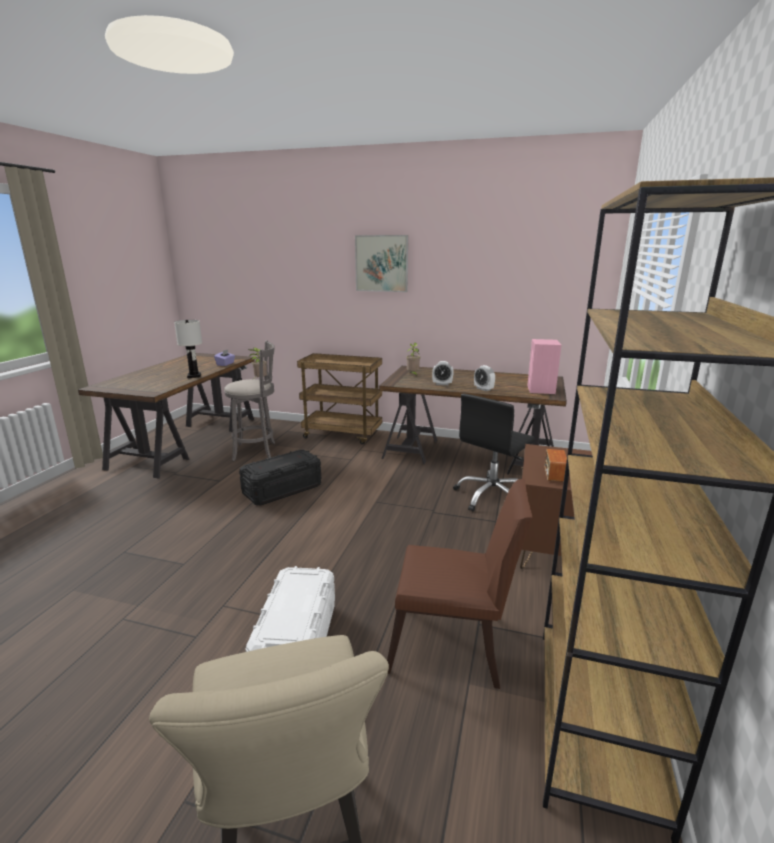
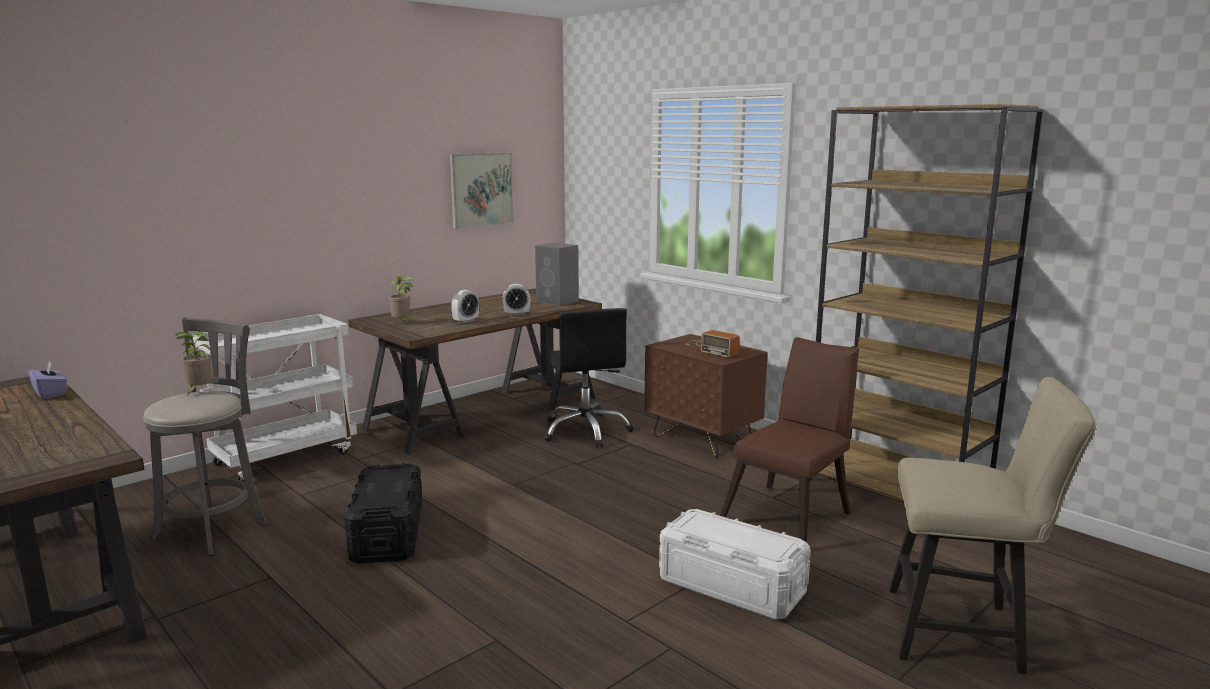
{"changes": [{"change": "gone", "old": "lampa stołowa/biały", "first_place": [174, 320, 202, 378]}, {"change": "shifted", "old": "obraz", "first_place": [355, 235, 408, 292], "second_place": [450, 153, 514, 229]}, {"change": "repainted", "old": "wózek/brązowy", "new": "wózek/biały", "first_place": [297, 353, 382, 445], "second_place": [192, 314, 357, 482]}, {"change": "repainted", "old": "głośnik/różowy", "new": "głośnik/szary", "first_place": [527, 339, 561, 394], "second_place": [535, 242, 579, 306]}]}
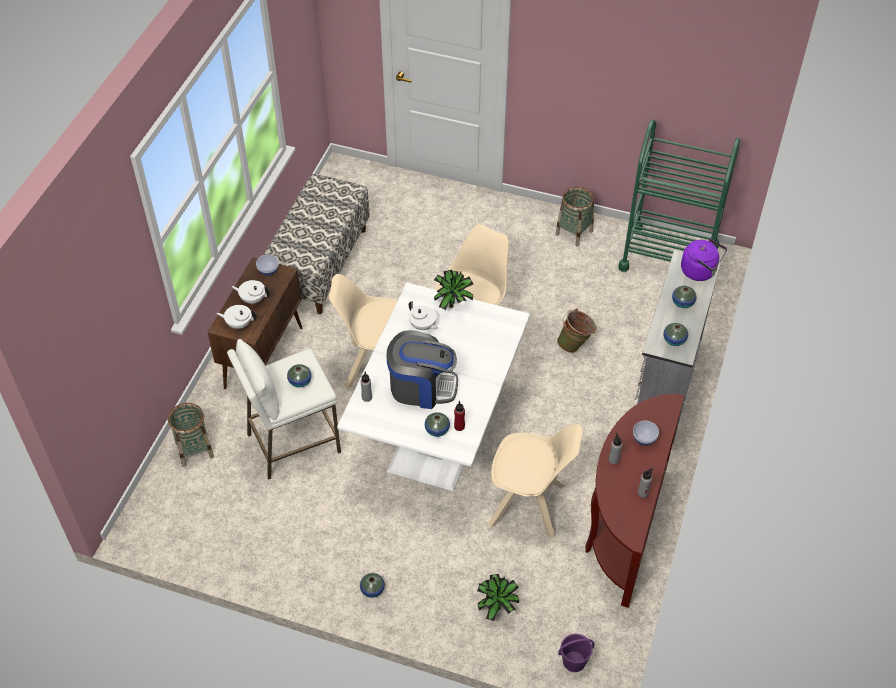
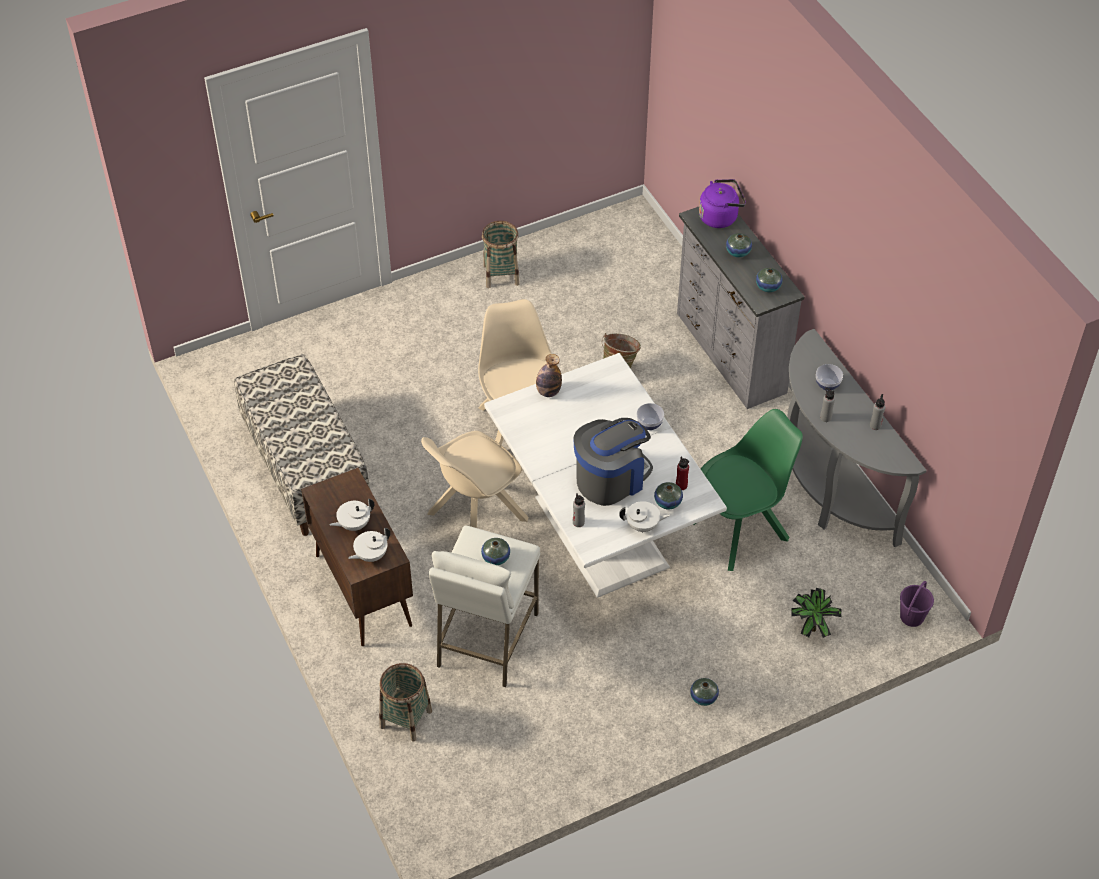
{"changes": [{"change": "gone", "old": "wózek/zielony", "first_place": [618, 119, 740, 272]}, {"change": "shifted", "old": "miska", "first_place": [256, 254, 279, 276], "second_place": [637, 403, 664, 430]}, {"change": "shifted", "old": "imbryk/biały", "first_place": [409, 301, 438, 330], "second_place": [619, 501, 670, 533]}, {"change": "swapped", "old": "roślina doniczkowa", "new": "butelka", "first_place": [434, 270, 473, 310], "second_place": [536, 354, 562, 397]}, {"change": "repainted", "old": "krzesło/beżowy", "new": "krzesło/zielony", "first_place": [488, 424, 583, 539], "second_place": [693, 409, 803, 571]}, {"change": "repainted", "old": "stolik konsolowy/brązowy", "new": "stolik konsolowy/szary", "first_place": [585, 394, 684, 608], "second_place": [787, 329, 927, 547]}]}
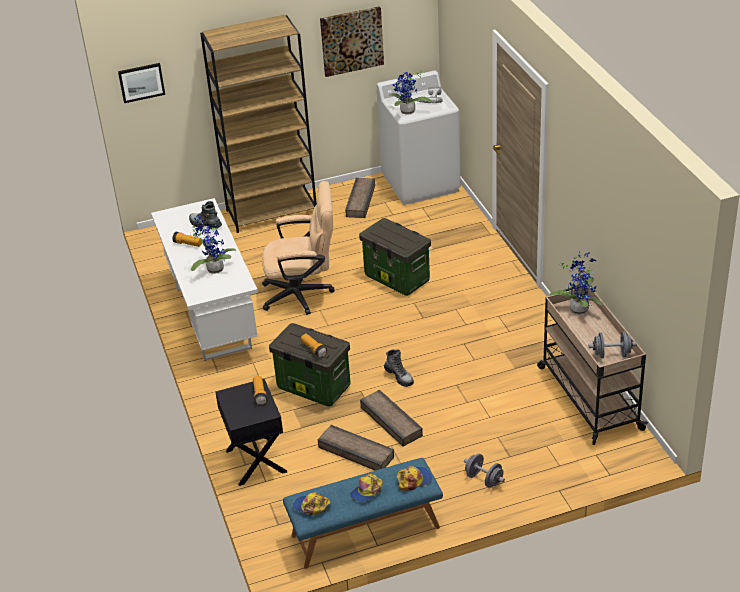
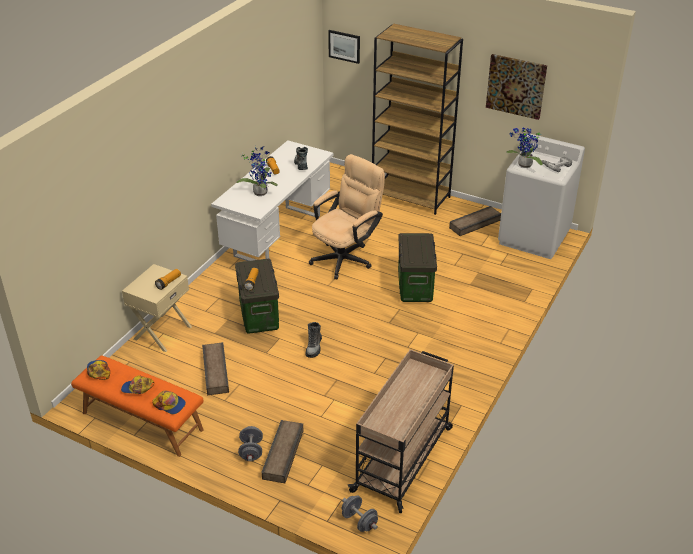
{"changes": [{"change": "gone", "old": "roślina doniczkowa", "first_place": [550, 251, 603, 315]}, {"change": "shifted", "old": "skrzynka", "first_place": [360, 389, 423, 447], "second_place": [261, 420, 303, 483]}, {"change": "shifted", "old": "hantel/szary", "first_place": [588, 332, 637, 358], "second_place": [342, 495, 378, 532]}, {"change": "repainted", "old": "szafka nocna/czarny", "new": "szafka nocna/beżowy", "first_place": [215, 379, 287, 486], "second_place": [122, 264, 192, 352]}, {"change": "repainted", "old": "ławka/niebieski", "new": "ławka/pomarańczowy", "first_place": [283, 458, 443, 569], "second_place": [71, 355, 204, 457]}, {"change": "rotated", "old": "krzesło biurowe/beżowy", "first_place": [262, 181, 334, 315], "second_place": [309, 154, 385, 279], "degrees": -90}]}
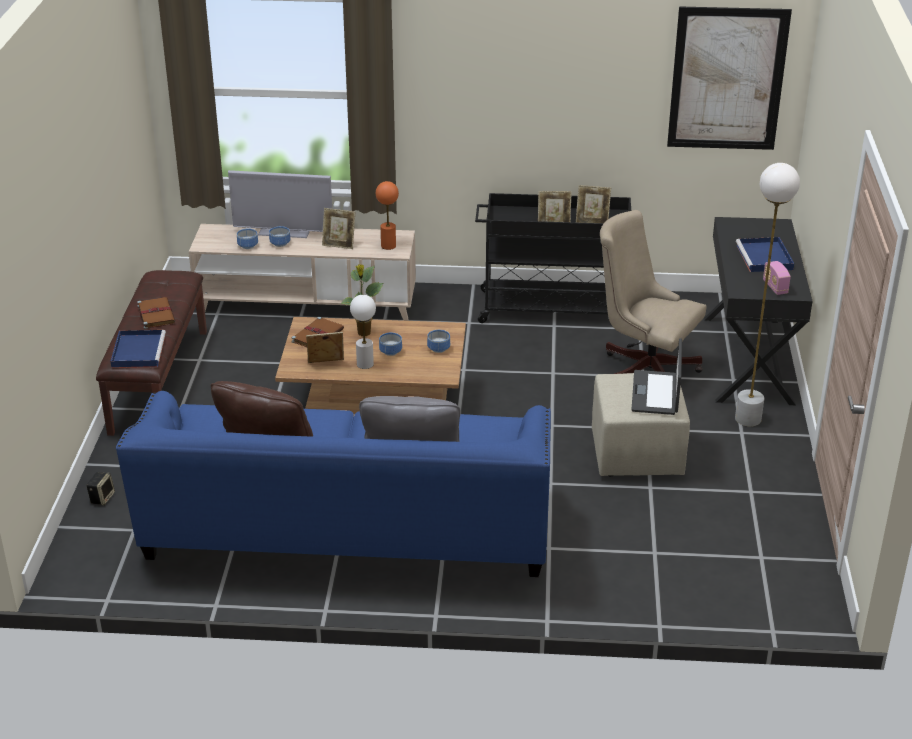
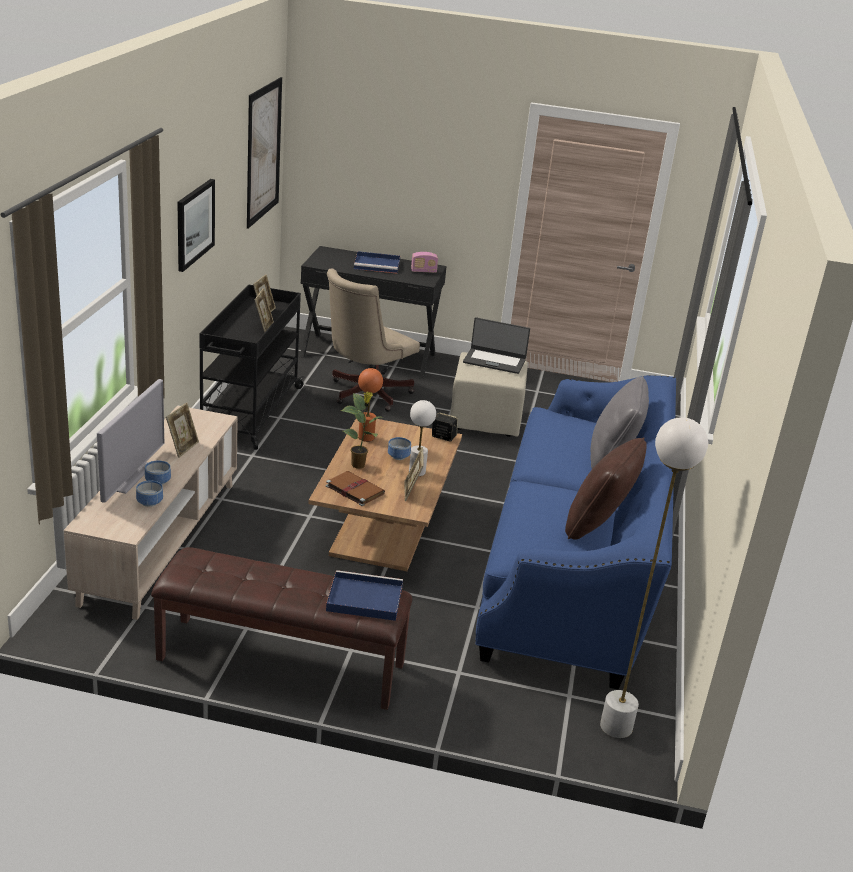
{"changes": [{"change": "gone", "old": "książka/brązowy", "first_place": [137, 297, 175, 329]}, {"change": "gone", "old": "miska", "first_place": [427, 330, 450, 353]}, {"change": "new", "new": "obraz", "second_place": [177, 179, 215, 272]}, {"change": "shifted", "old": "głośnik", "first_place": [86, 472, 115, 505], "second_place": [432, 412, 458, 441]}, {"change": "shifted", "old": "lampa stołowa/pomarańczowy", "first_place": [376, 181, 399, 250], "second_place": [358, 368, 383, 442]}, {"change": "shifted", "old": "lampa stojąca/biały", "first_place": [735, 163, 800, 427], "second_place": [600, 417, 708, 738]}]}
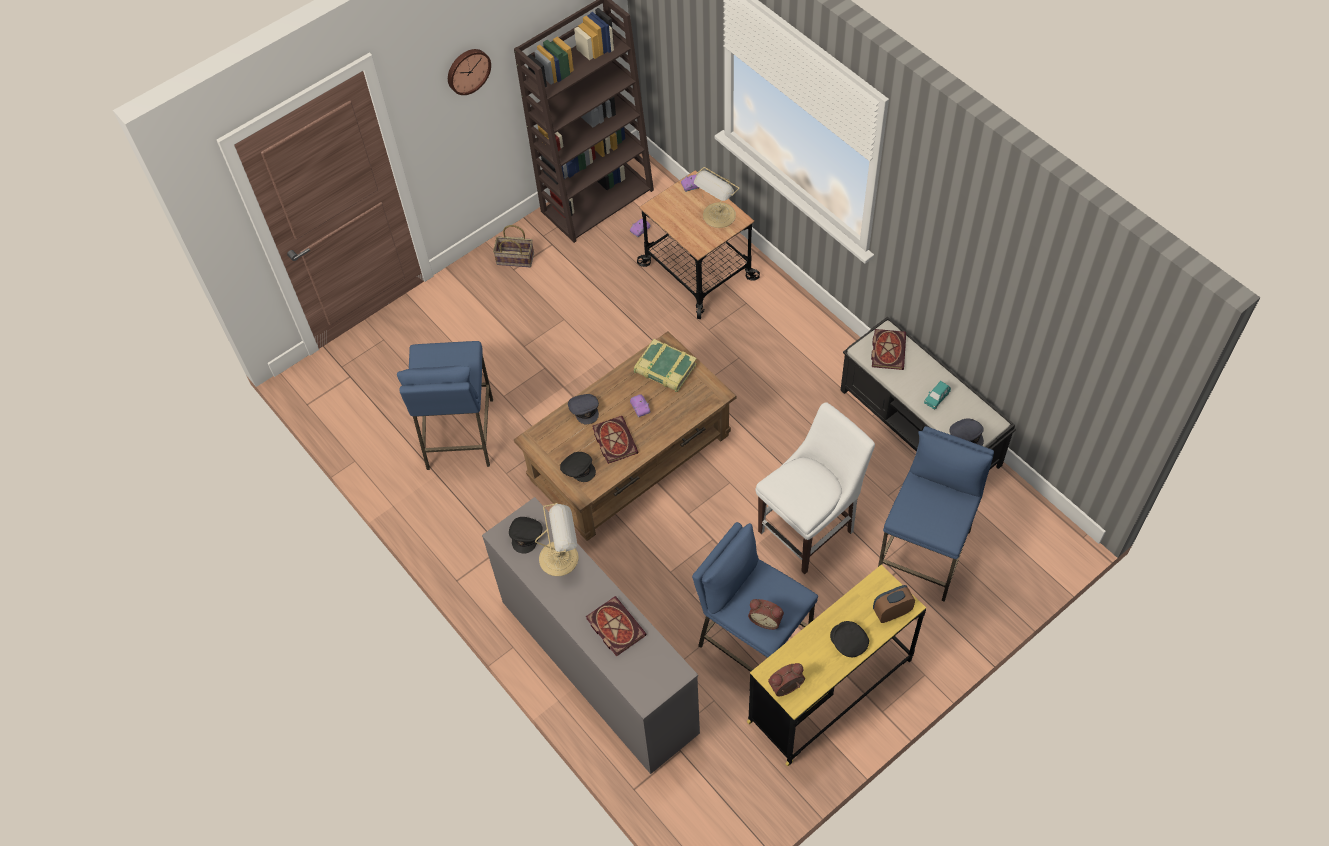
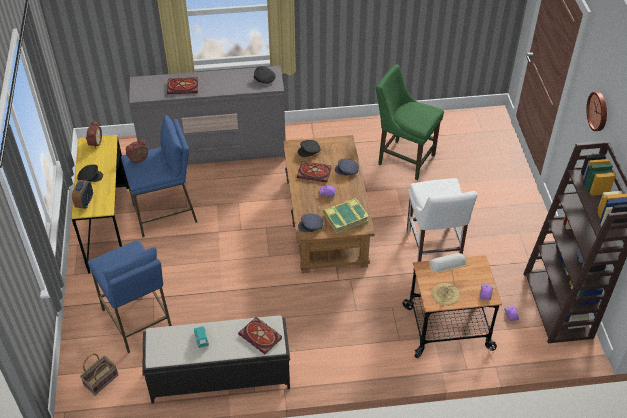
{"changes": [{"change": "gone", "old": "lampa stołowa", "first_place": [535, 503, 578, 576]}, {"change": "shifted", "old": "koszyk", "first_place": [493, 225, 534, 267], "second_place": [80, 353, 118, 395]}, {"change": "shifted", "old": "krzesło/biały", "first_place": [756, 402, 875, 574], "second_place": [407, 178, 477, 262]}, {"change": "shifted", "old": "czapka z daszkiem/szary", "first_place": [949, 418, 984, 446], "second_place": [298, 214, 323, 232]}, {"change": "swapped", "old": "stołek/niebieski", "new": "krzesło/zielony", "first_place": [397, 341, 493, 470], "second_place": [376, 64, 444, 180]}]}
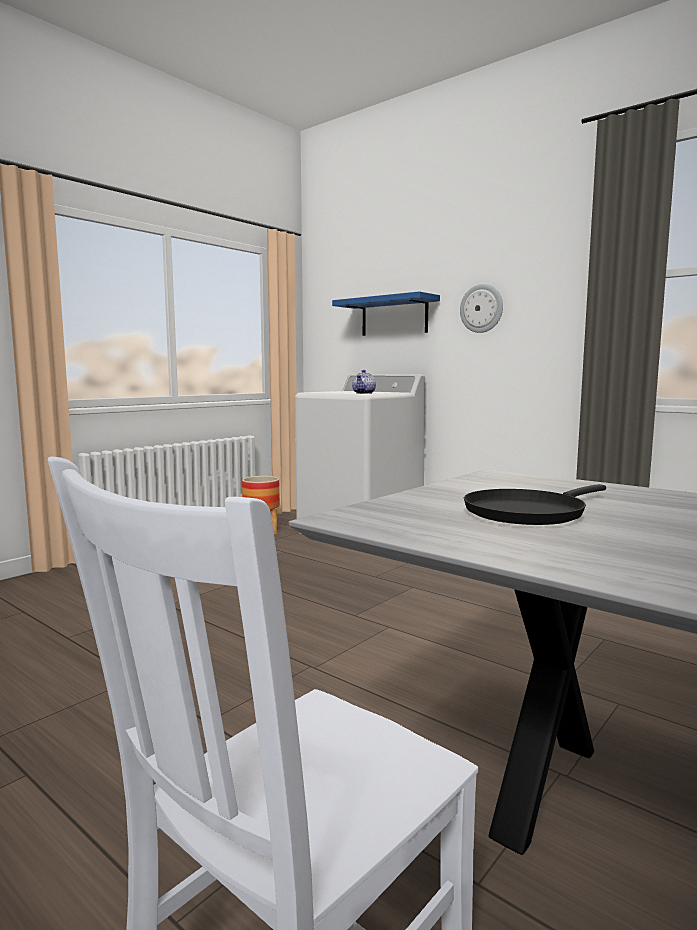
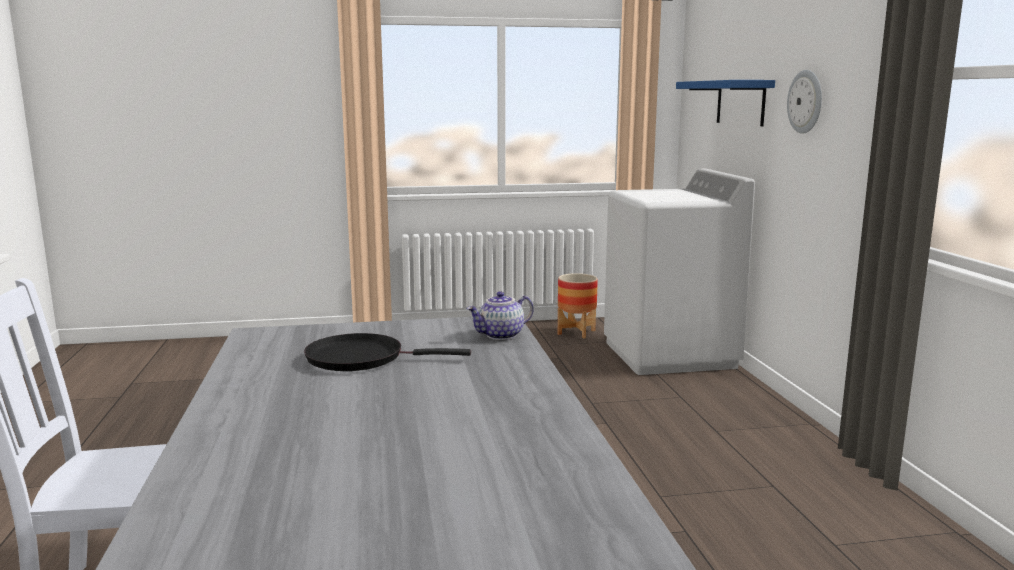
{"changes": [{"change": "shifted", "old": "imbryk", "first_place": [352, 370, 376, 394], "second_place": [467, 291, 534, 340]}]}
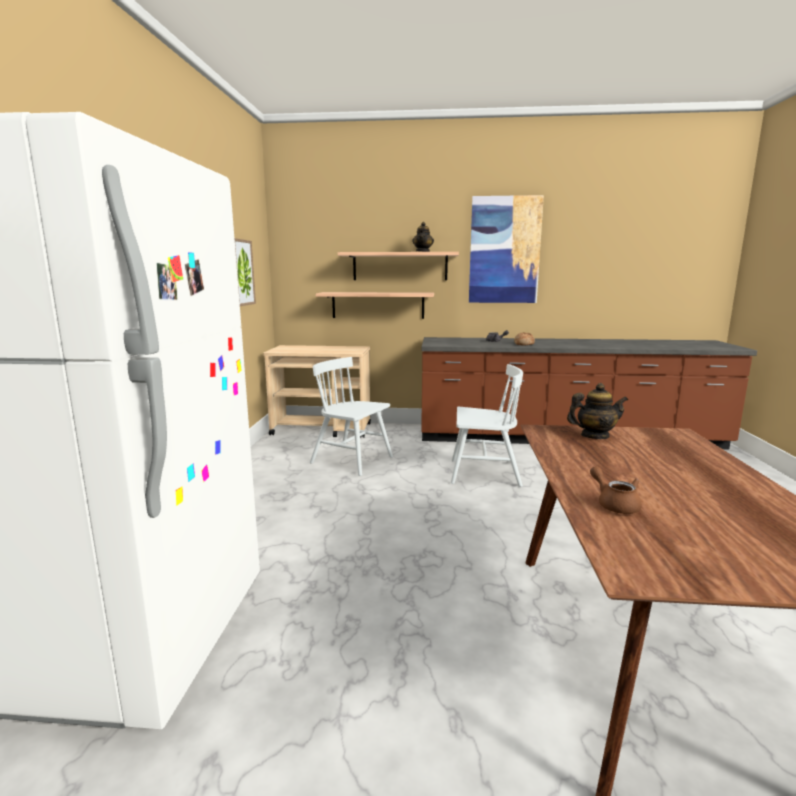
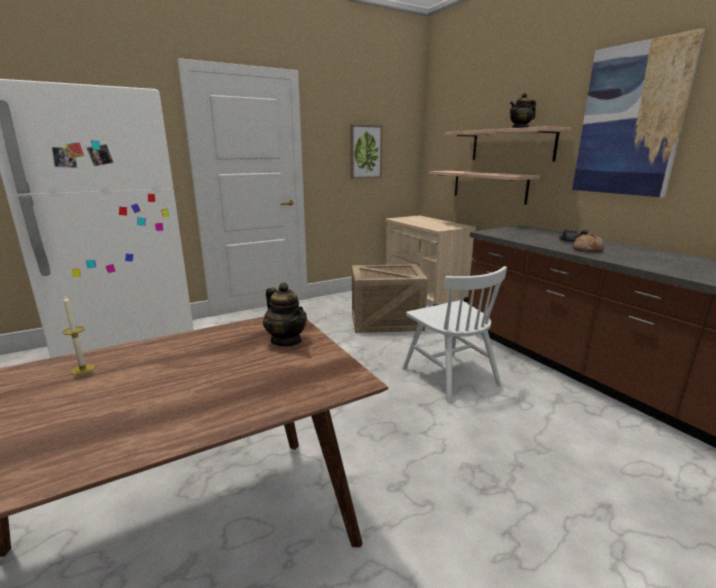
{"changes": [{"change": "swapped", "old": "krzesło/biały", "new": "skrzynka", "first_place": [310, 357, 393, 476], "second_place": [352, 264, 428, 333]}, {"change": "swapped", "old": "imbryk/brązowy", "new": "świeca", "first_place": [590, 466, 642, 514], "second_place": [63, 296, 95, 375]}]}
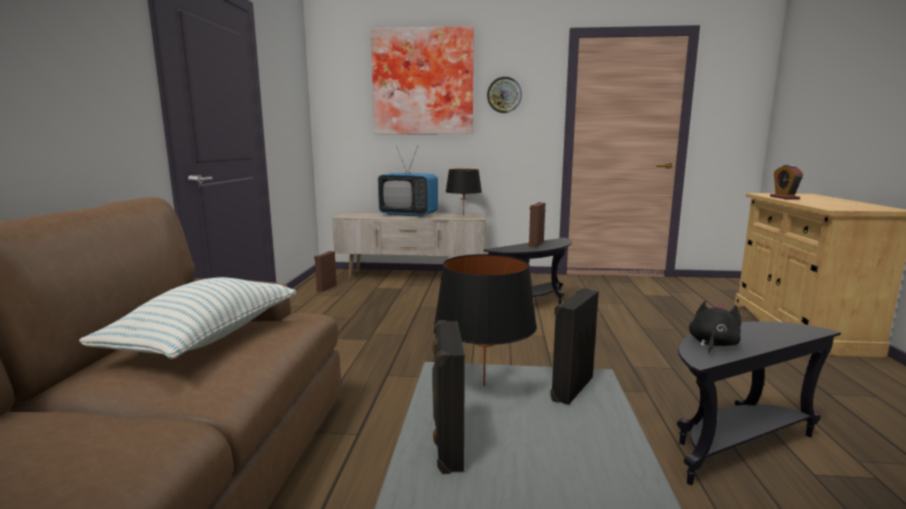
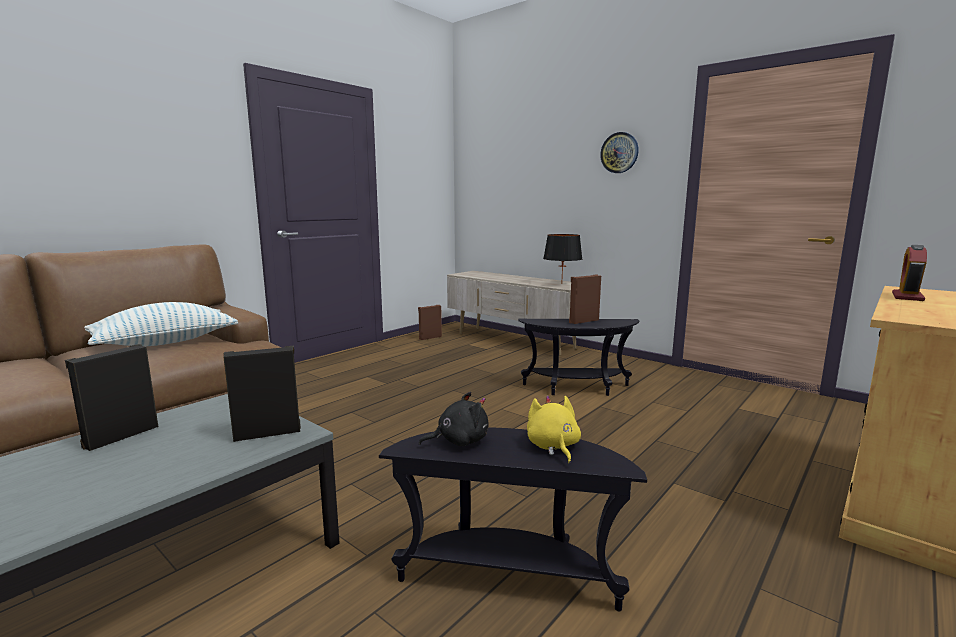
{"changes": [{"change": "gone", "old": "obraz", "first_place": [371, 26, 474, 134]}, {"change": "gone", "old": "telewizor", "first_place": [378, 146, 438, 217]}, {"change": "gone", "old": "lampa stołowa/czarny", "first_place": [434, 254, 537, 386]}, {"change": "new", "new": "pluszak/żółty", "second_place": [527, 395, 581, 464]}]}
